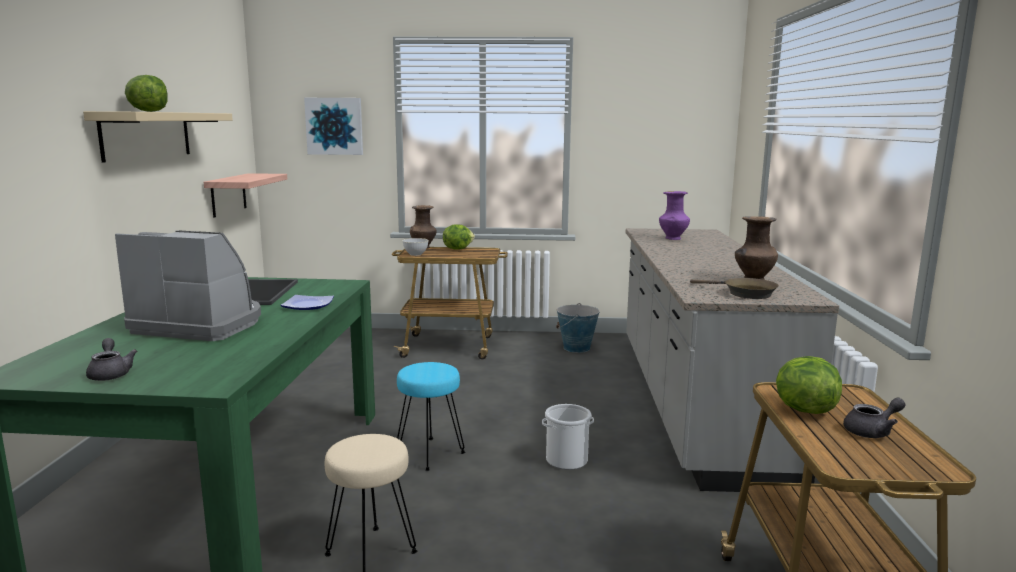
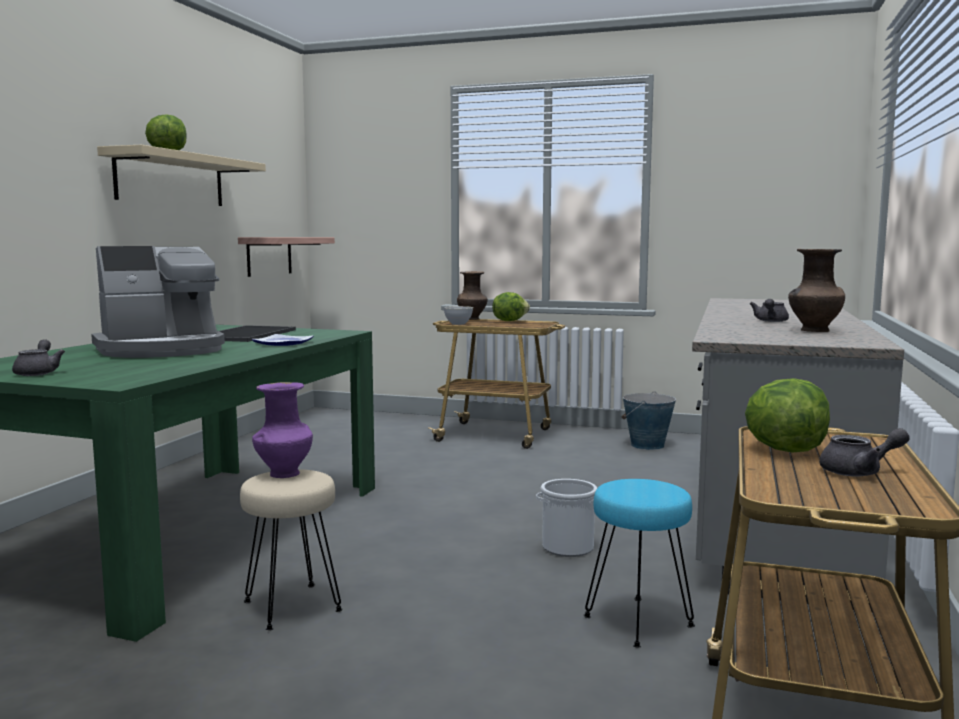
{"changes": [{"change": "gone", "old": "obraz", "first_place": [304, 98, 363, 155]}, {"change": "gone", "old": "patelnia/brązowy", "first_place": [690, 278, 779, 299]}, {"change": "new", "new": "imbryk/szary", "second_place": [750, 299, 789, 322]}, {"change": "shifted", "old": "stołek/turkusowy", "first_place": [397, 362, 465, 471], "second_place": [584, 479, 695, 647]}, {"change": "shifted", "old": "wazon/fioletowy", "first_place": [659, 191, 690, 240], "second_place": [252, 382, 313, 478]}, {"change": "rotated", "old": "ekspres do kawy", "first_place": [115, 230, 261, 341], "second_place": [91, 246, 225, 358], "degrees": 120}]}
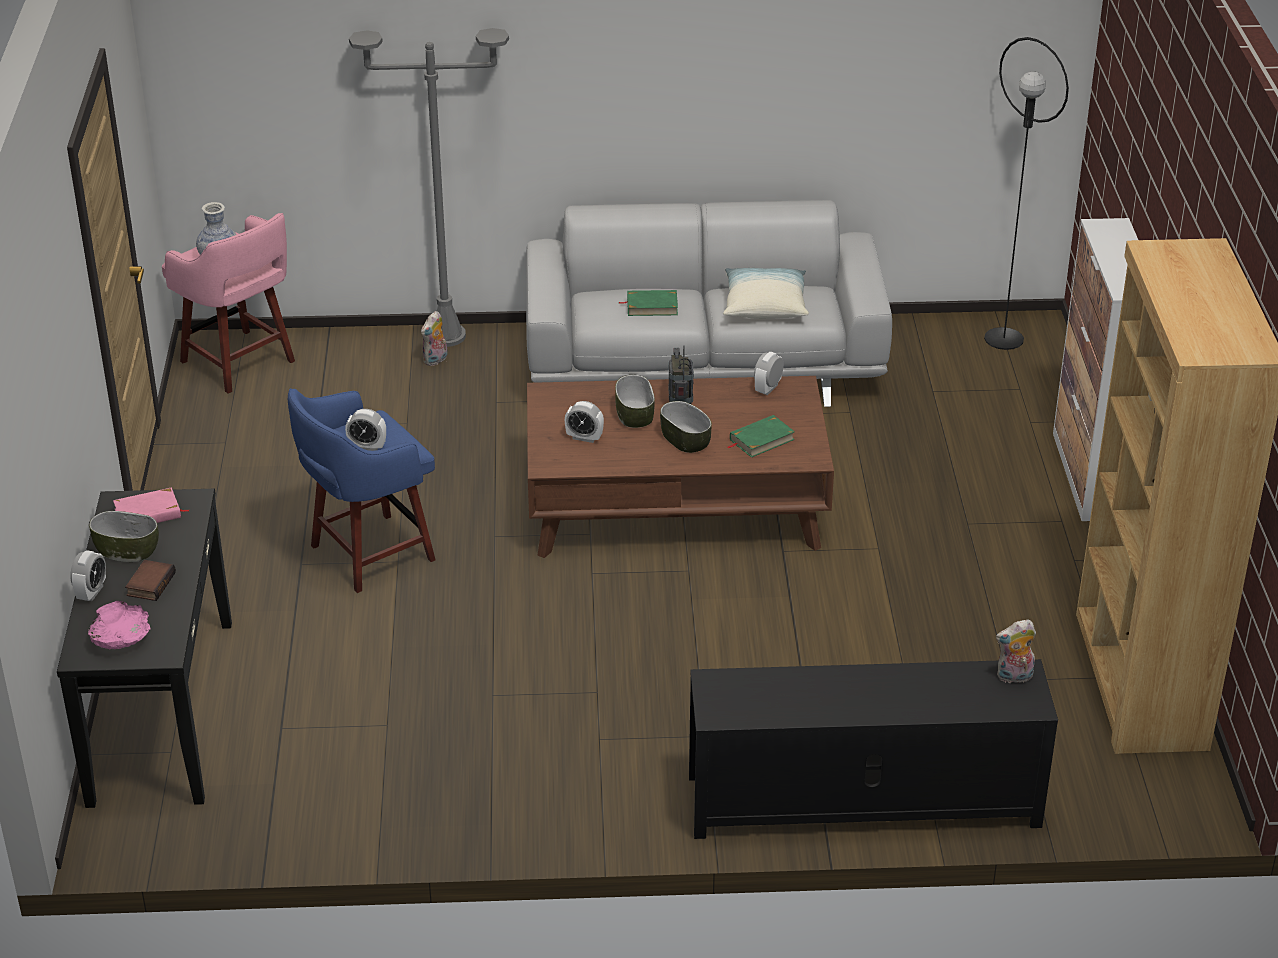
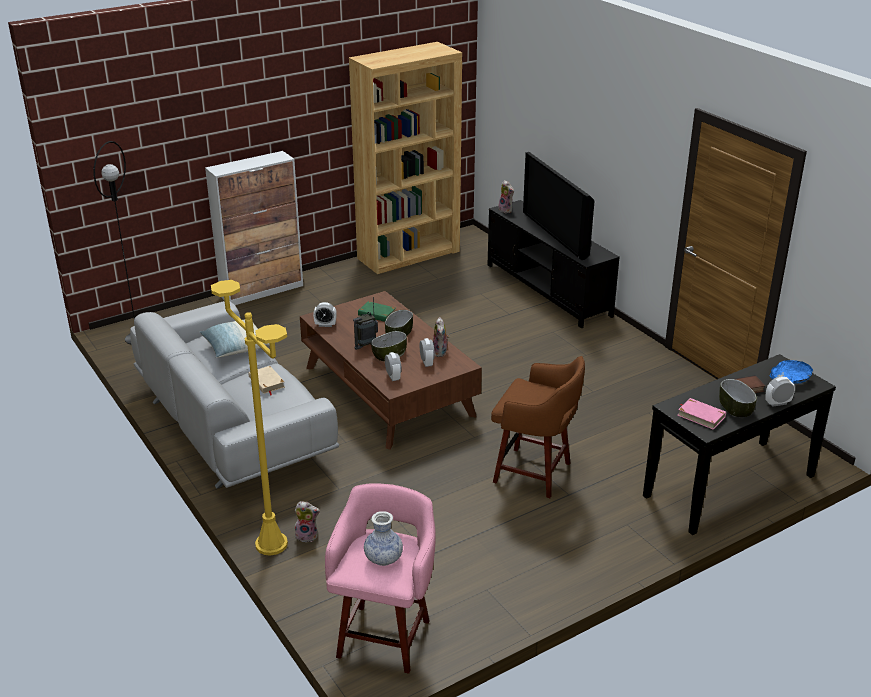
{"changes": [{"change": "new", "new": "pluszak", "second_place": [433, 317, 450, 357]}, {"change": "new", "new": "telewizor", "second_place": [523, 152, 595, 260]}, {"change": "shifted", "old": "budzik", "first_place": [345, 409, 386, 451], "second_place": [385, 352, 402, 381]}, {"change": "repainted", "old": "miska/różowy", "new": "miska/niebieski", "first_place": [88, 601, 150, 649], "second_place": [770, 360, 813, 384]}, {"change": "repainted", "old": "stołek/niebieski", "new": "stołek/brązowy", "first_place": [288, 388, 436, 593], "second_place": [491, 356, 585, 498]}, {"change": "repainted", "old": "lampa stojąca/szary", "new": "lampa stojąca/żółty", "first_place": [349, 28, 509, 347], "second_place": [211, 280, 288, 556]}, {"change": "repainted", "old": "książka/zielony", "new": "książka/beżowy", "first_place": [619, 290, 678, 316], "second_place": [249, 366, 285, 396]}]}
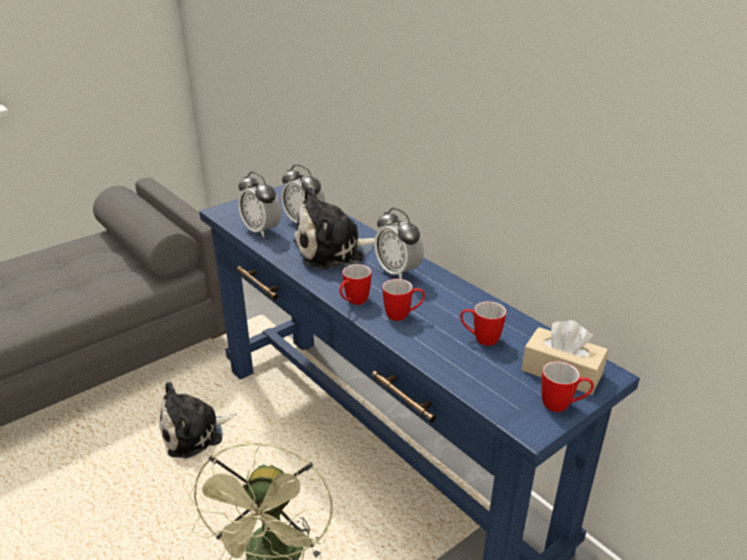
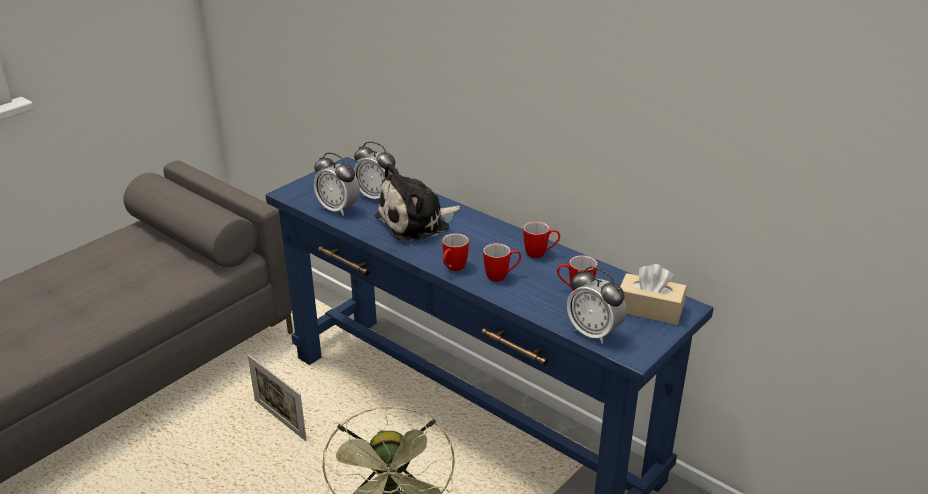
{"changes": [{"change": "shifted", "old": "budzik", "first_place": [374, 208, 424, 279], "second_place": [567, 267, 626, 344]}, {"change": "shifted", "old": "kubek", "first_place": [541, 361, 594, 412], "second_place": [523, 221, 560, 258]}, {"change": "swapped", "old": "pluszak", "new": "ramka na zdjęcie", "first_place": [159, 382, 238, 459], "second_place": [248, 355, 307, 441]}]}
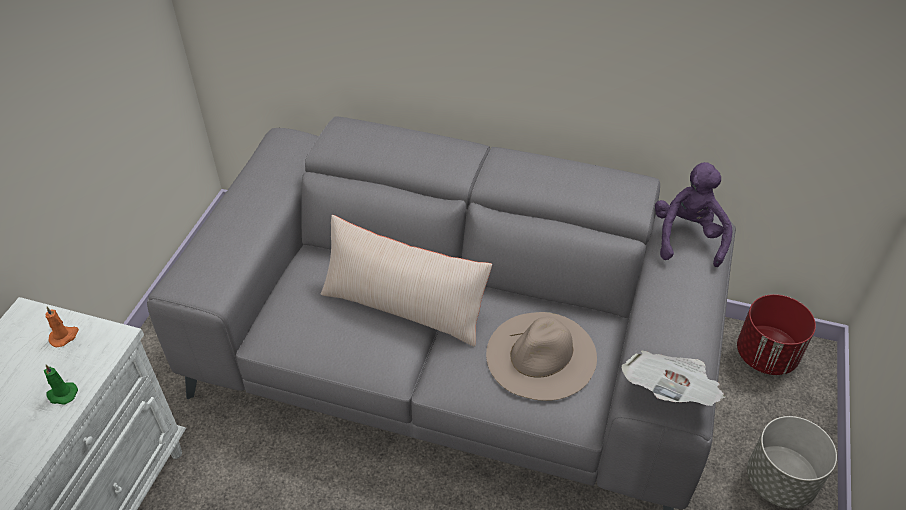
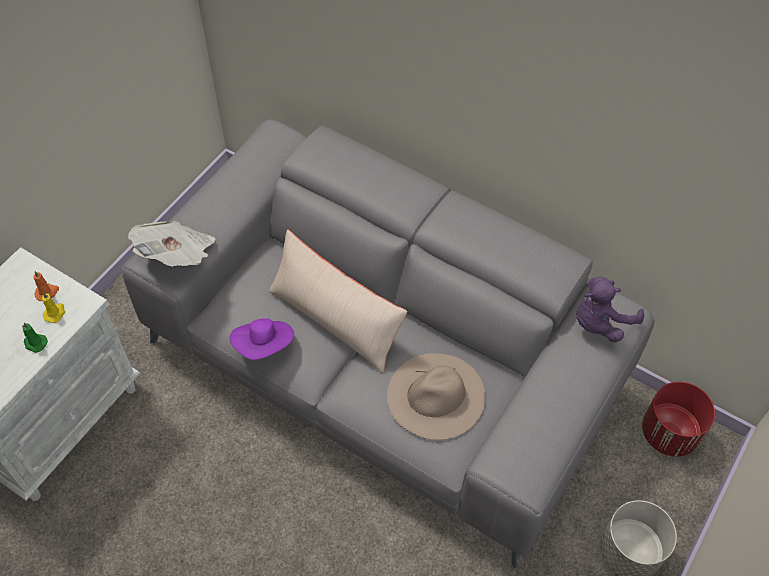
{"changes": [{"change": "new", "new": "świeca/żółty", "second_place": [42, 292, 65, 323]}, {"change": "new", "new": "kapelusz/fioletowy", "second_place": [230, 318, 294, 360]}, {"change": "shifted", "old": "gazeta", "first_place": [622, 350, 726, 406], "second_place": [128, 221, 216, 266]}, {"change": "rotated", "old": "pluszak/fioletowy", "first_place": [655, 162, 733, 267], "second_place": [576, 277, 644, 342], "degrees": -150}]}
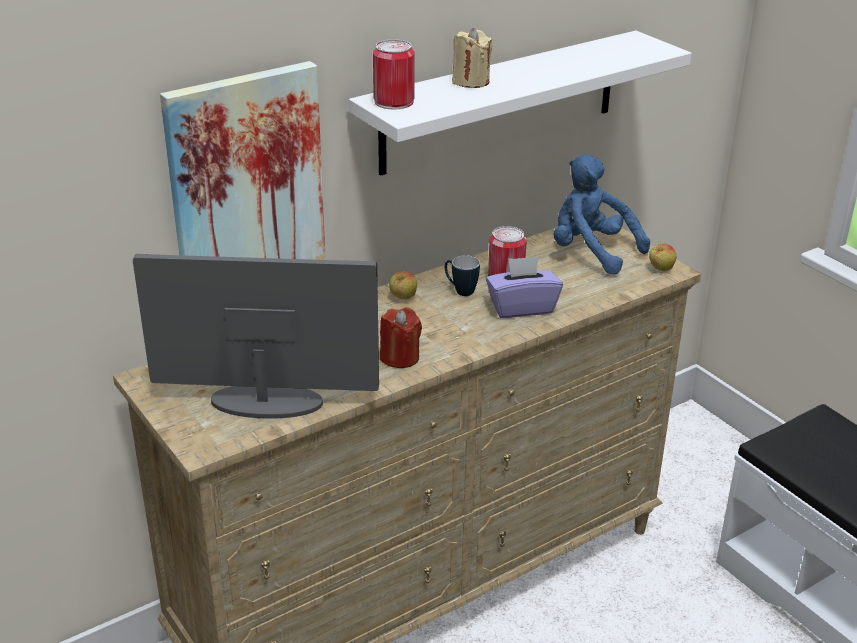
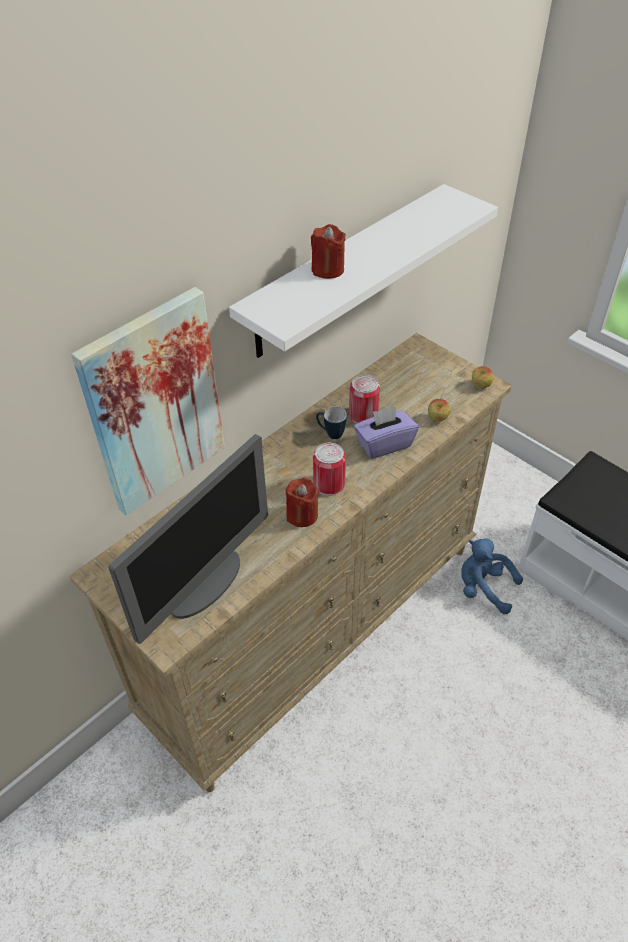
{"changes": [{"change": "shifted", "old": "puszka", "first_place": [373, 40, 415, 109], "second_place": [313, 443, 346, 496]}, {"change": "shifted", "old": "jabłko", "first_place": [389, 271, 417, 300], "second_place": [428, 399, 450, 421]}, {"change": "shifted", "old": "pluszak/niebieski", "first_place": [554, 155, 650, 275], "second_place": [461, 538, 523, 614]}, {"change": "repainted", "old": "świeca/beżowy", "new": "świeca/czerwony", "first_place": [452, 28, 492, 88], "second_place": [311, 224, 346, 279]}, {"change": "rotated", "old": "monitor", "first_place": [133, 254, 379, 419], "second_place": [108, 434, 268, 644], "degrees": 135}]}
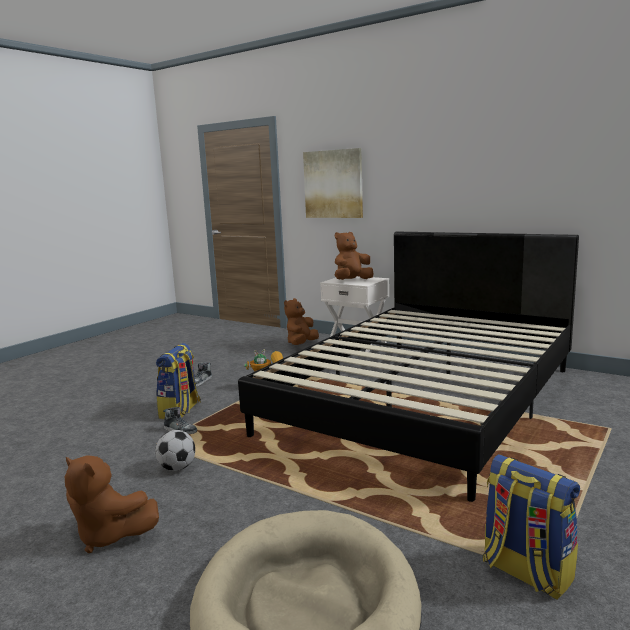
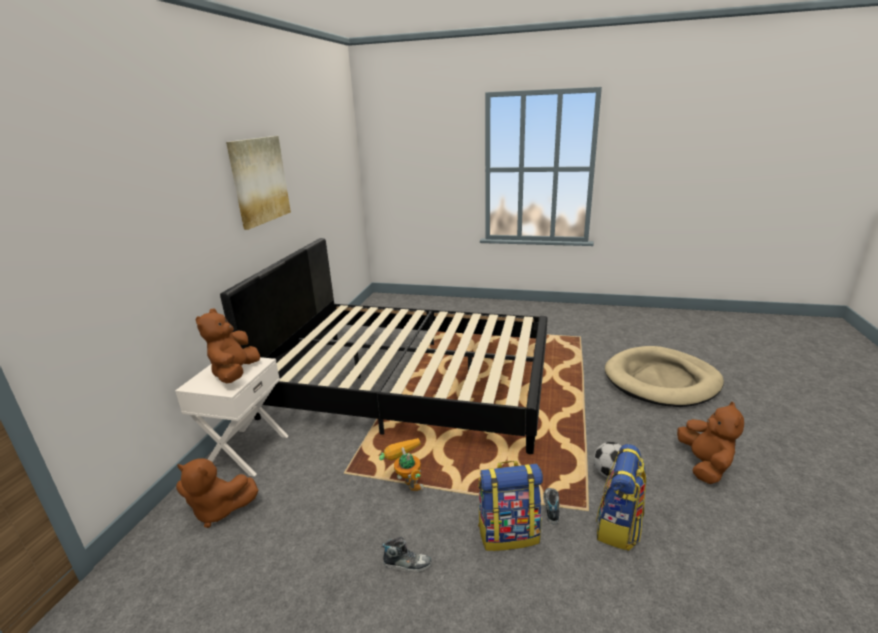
{"changes": [{"change": "shifted", "old": "obraz", "first_place": [303, 148, 363, 218], "second_place": [226, 136, 291, 230]}, {"change": "shifted", "old": "plecak", "first_place": [483, 454, 580, 600], "second_place": [596, 444, 647, 551]}, {"change": "rotated", "old": "pluszak/brązowy", "first_place": [335, 232, 373, 280], "second_place": [196, 308, 260, 383], "degrees": 60}]}
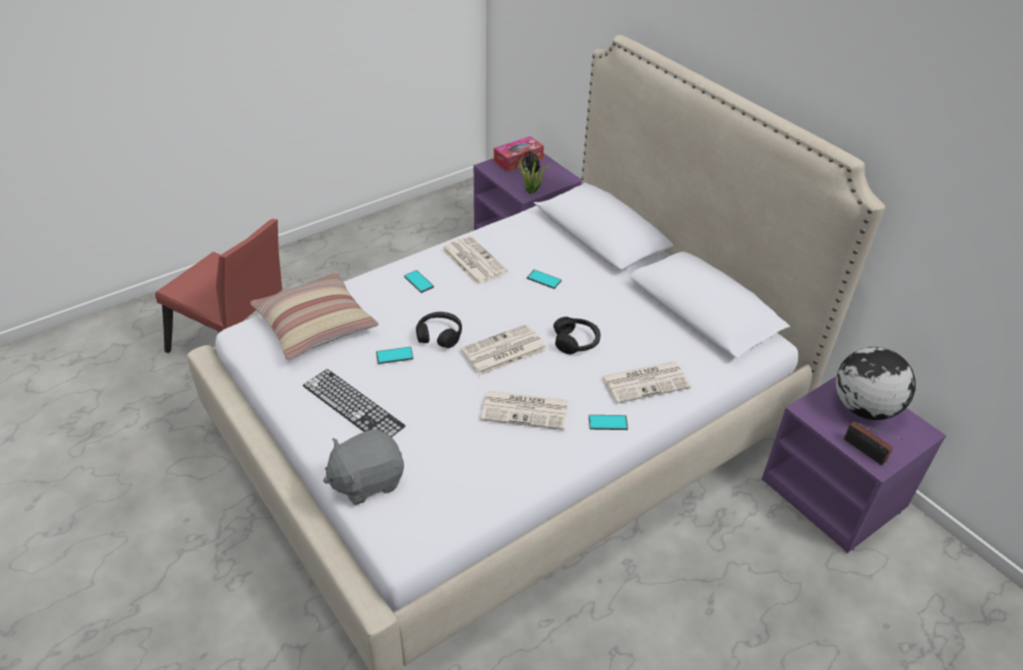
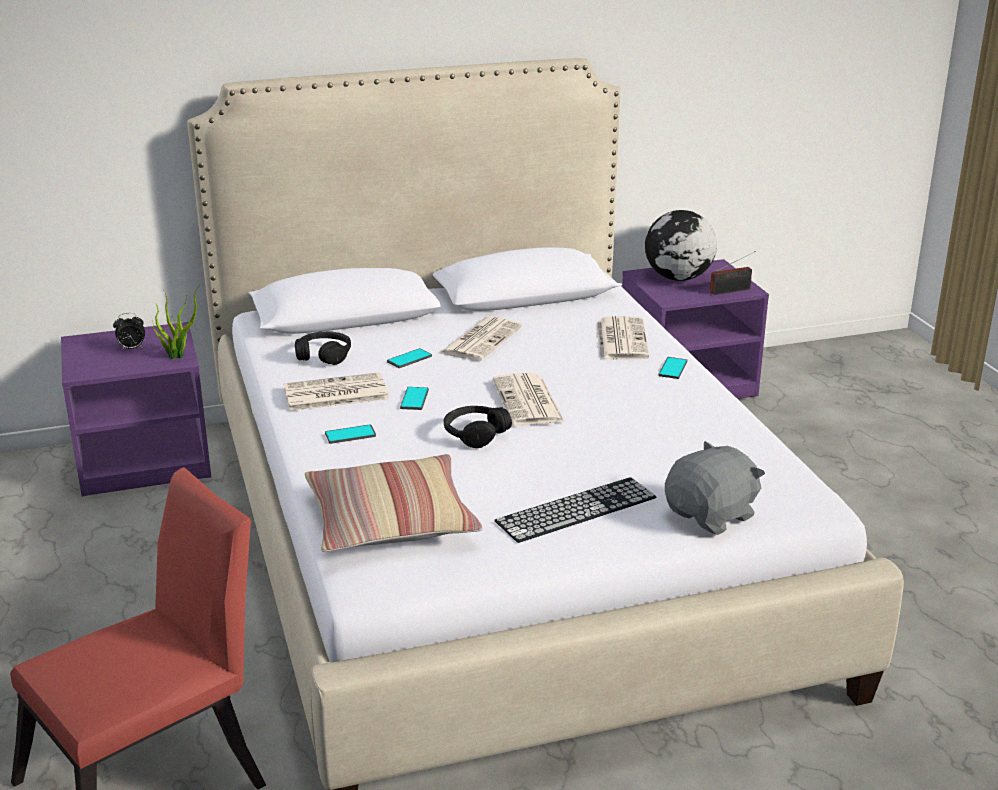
{"changes": [{"change": "gone", "old": "pudełko chusteczek", "first_place": [494, 136, 544, 172]}, {"change": "shifted", "old": "telefon", "first_place": [376, 347, 413, 364], "second_place": [400, 387, 429, 410]}, {"change": "shifted", "old": "gazeta", "first_place": [481, 391, 568, 430], "second_place": [440, 317, 523, 361]}, {"change": "shifted", "old": "słuchawki/czarny", "first_place": [553, 317, 601, 354], "second_place": [295, 331, 351, 365]}, {"change": "rotated", "old": "pluszak/szary", "first_place": [323, 429, 404, 505], "second_place": [665, 441, 765, 535], "degrees": -120}]}
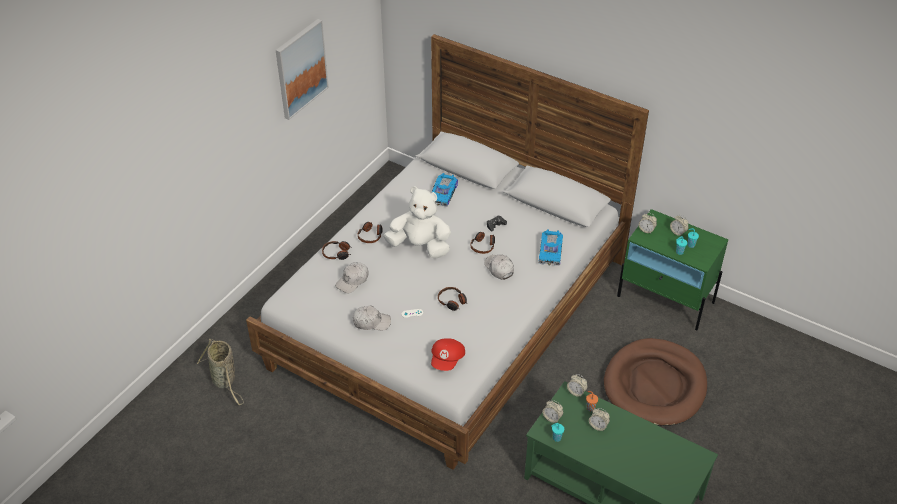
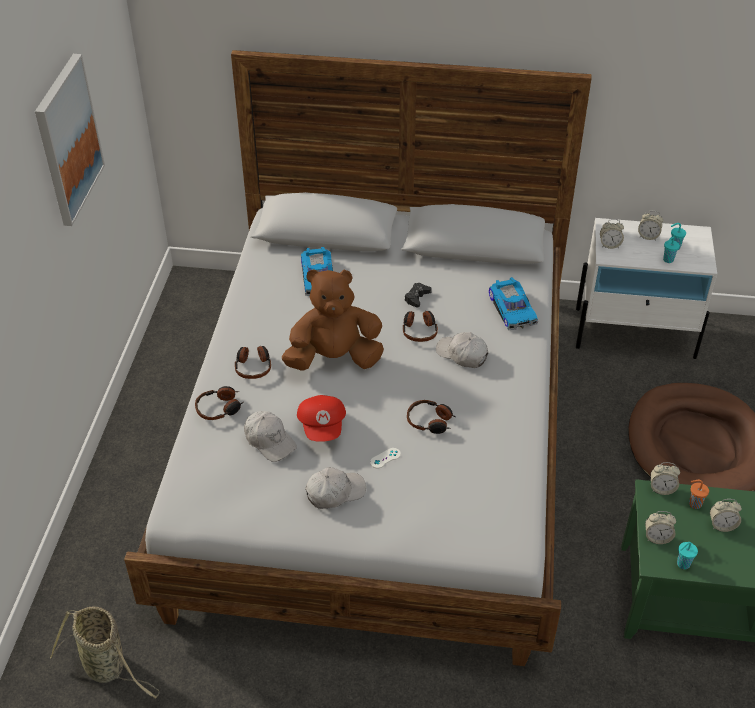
{"changes": [{"change": "shifted", "old": "czapka z daszkiem/czerwony", "first_place": [431, 339, 465, 371], "second_place": [297, 395, 346, 442]}, {"change": "repainted", "old": "pluszak/biały", "new": "pluszak/brązowy", "first_place": [384, 186, 451, 258], "second_place": [282, 269, 384, 371]}, {"change": "repainted", "old": "szafka nocna/zielony", "new": "szafka nocna/biały", "first_place": [617, 209, 728, 331], "second_place": [576, 218, 717, 359]}, {"change": "rotated", "old": "czapka z daszkiem/biały", "first_place": [335, 262, 369, 293], "second_place": [244, 411, 297, 462], "degrees": -60}]}
